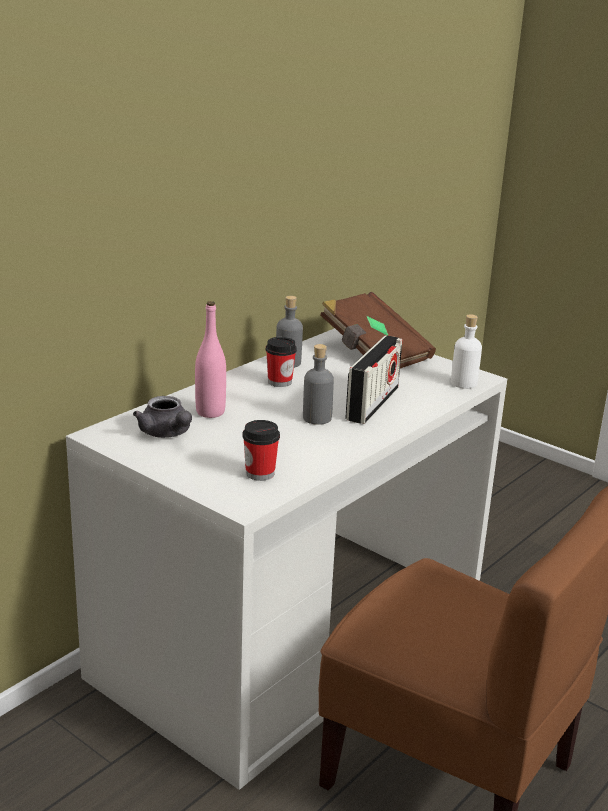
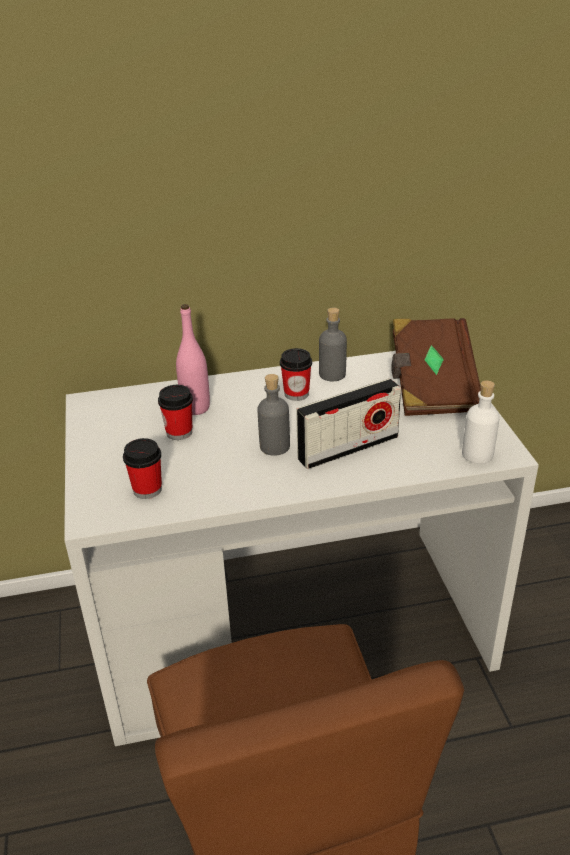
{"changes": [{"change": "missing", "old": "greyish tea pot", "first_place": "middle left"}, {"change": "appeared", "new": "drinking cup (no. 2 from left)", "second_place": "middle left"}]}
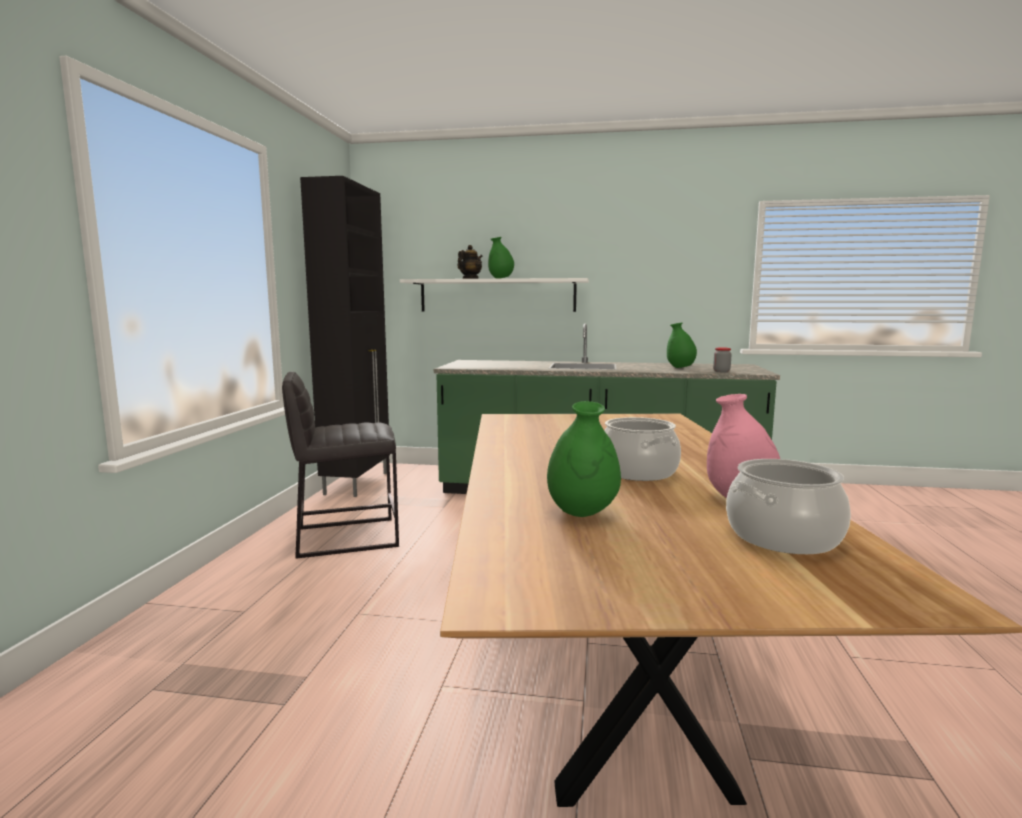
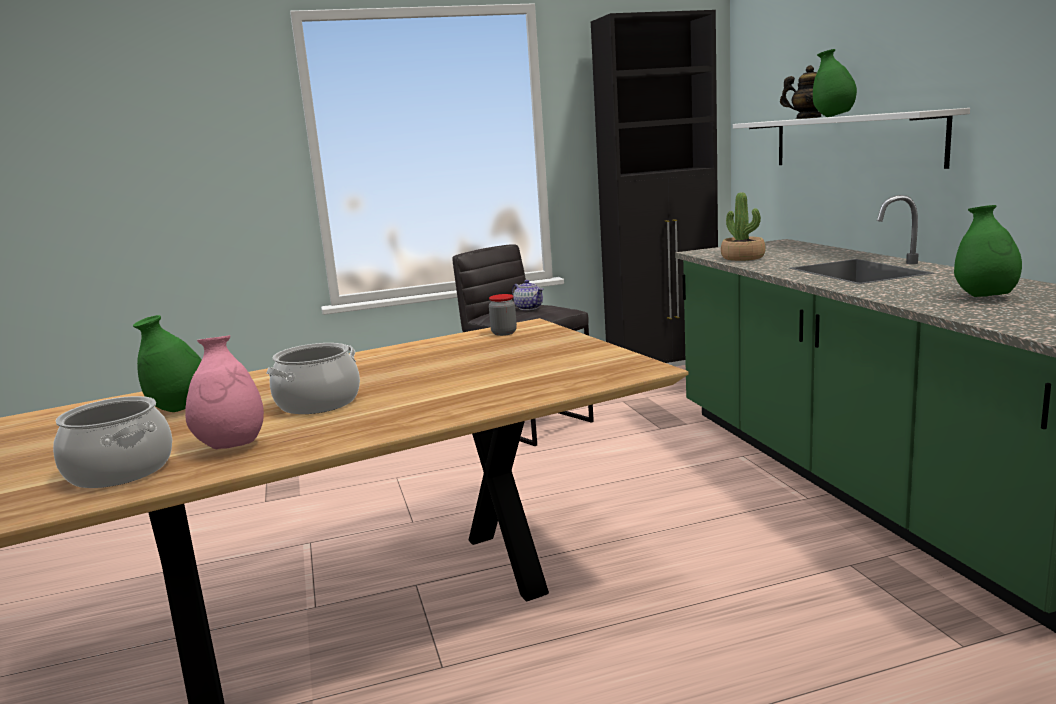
{"changes": [{"change": "appeared", "new": "tea pot (no. 1 from left)", "second_place": "centre"}, {"change": "appeared", "new": "houseplant", "second_place": "top right"}, {"change": "relocated", "old": "preserve jar", "first_place": "middle right", "second_place": "centre"}]}
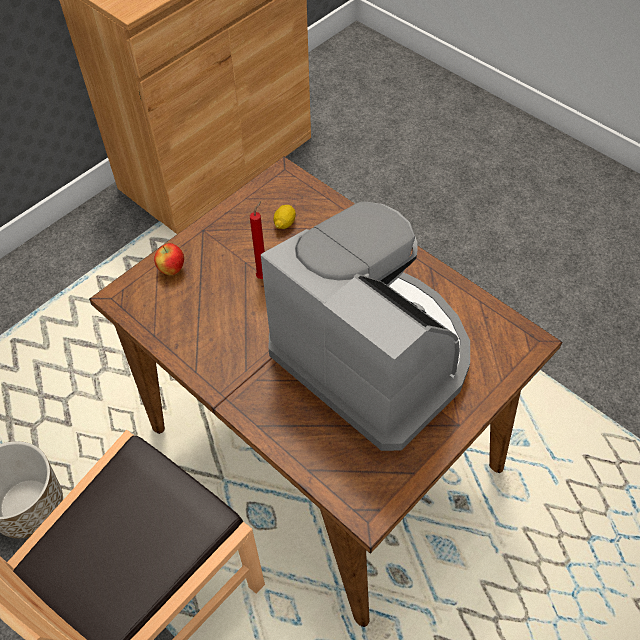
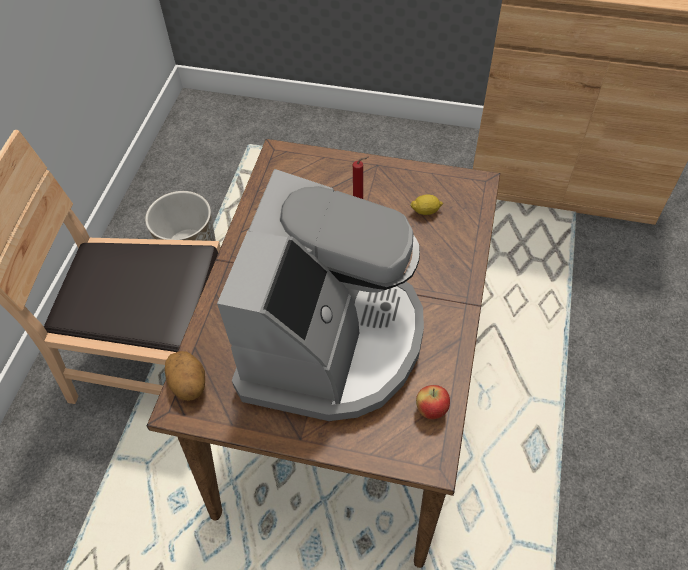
{"changes": [{"change": "appeared", "new": "potato", "second_place": "middle left"}, {"change": "relocated", "old": "apple fruit", "first_place": "middle left", "second_place": "bottom centre"}]}
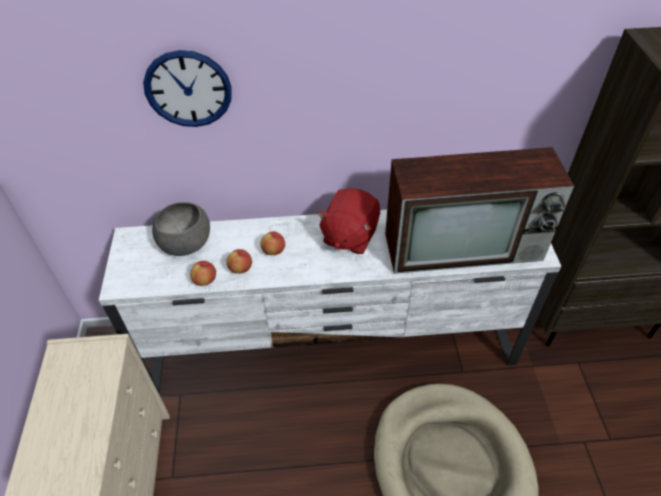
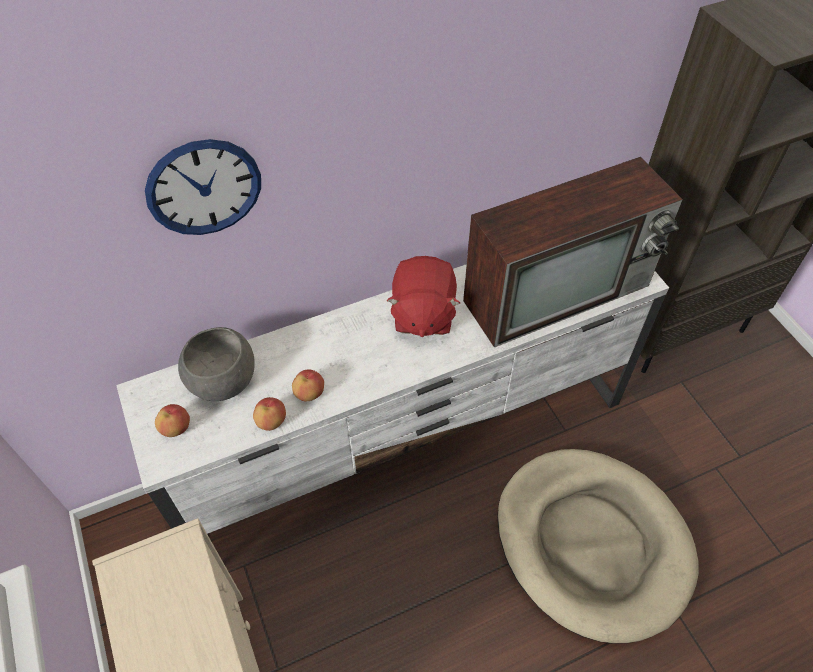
{"changes": [{"change": "relocated", "old": "apple fruit (no. 3 from left in the first image)", "new": "apple fruit (no. 1 from left)", "first_place": "centre", "second_place": "middle left"}]}
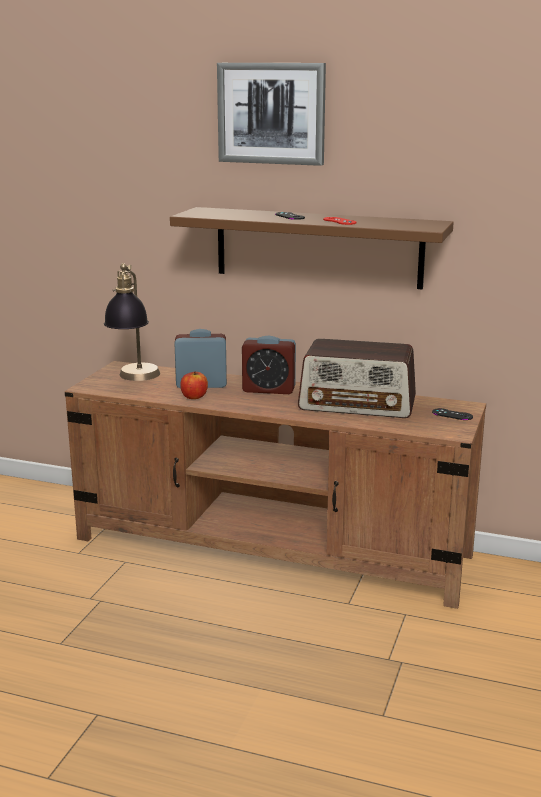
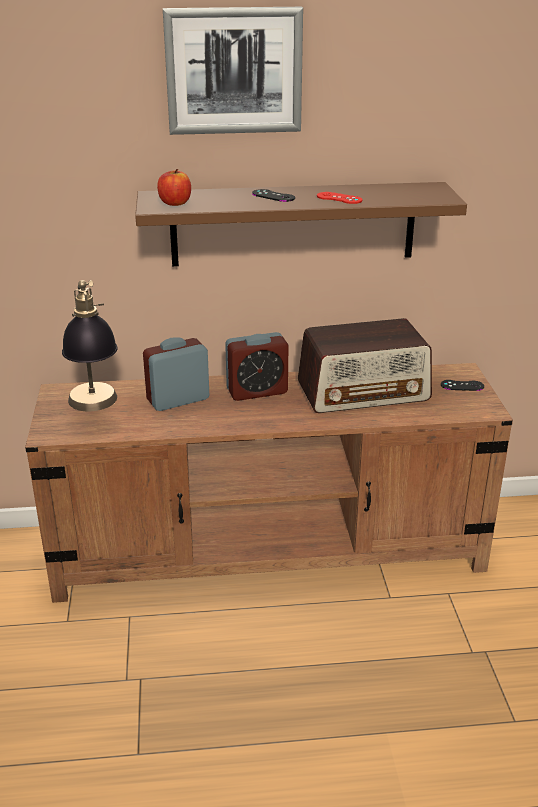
{"changes": [{"change": "relocated", "old": "apple fruit", "first_place": "centre", "second_place": "top left"}]}
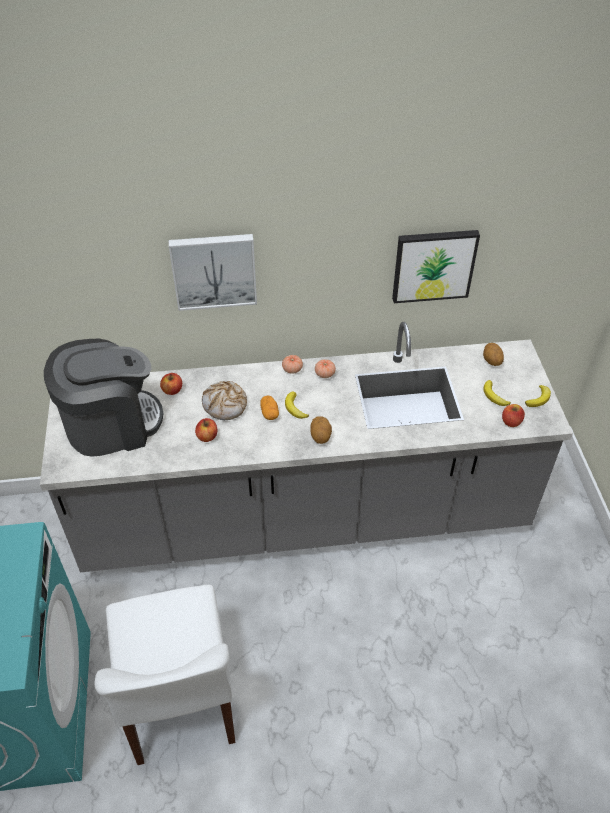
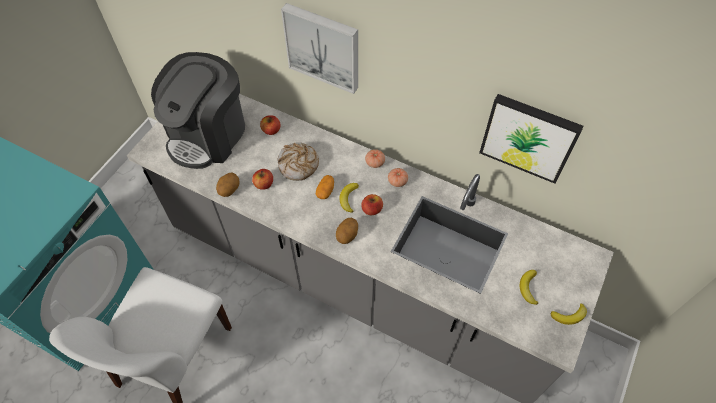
{"changes": [{"change": "relocated", "old": "potato (no. 3 from left in the first image)", "new": "potato (no. 1 from left)", "first_place": "middle right", "second_place": "middle left"}, {"change": "relocated", "old": "apple fruit (no. 3 from left)", "first_place": "middle right", "second_place": "centre"}, {"change": "spun", "old": "coffee machine", "first_place": "middle left", "second_place": "top left", "degrees": 105}]}
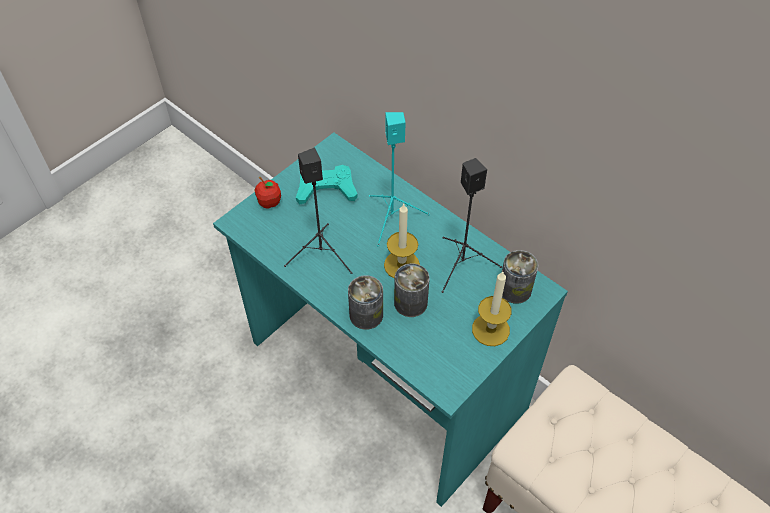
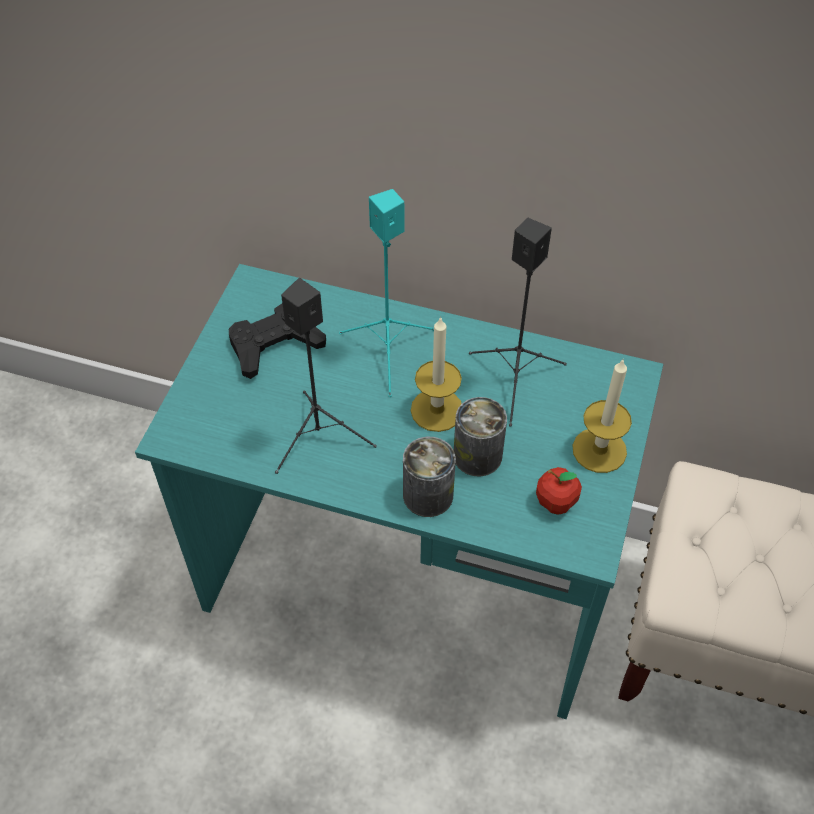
{"changes": [{"change": "missing", "old": "can (no. 3 from left)", "first_place": "middle right"}, {"change": "relocated", "old": "apple fruit", "first_place": "centre", "second_place": "middle right"}, {"change": "colour", "old": "blue-green game controller", "new": "blackish game controller", "first_place": "centre", "second_place": "centre"}]}
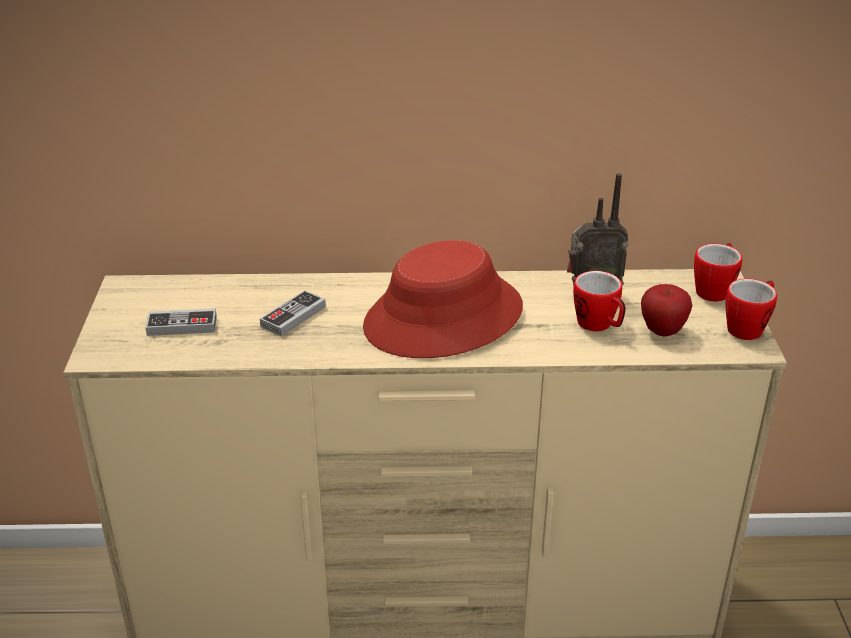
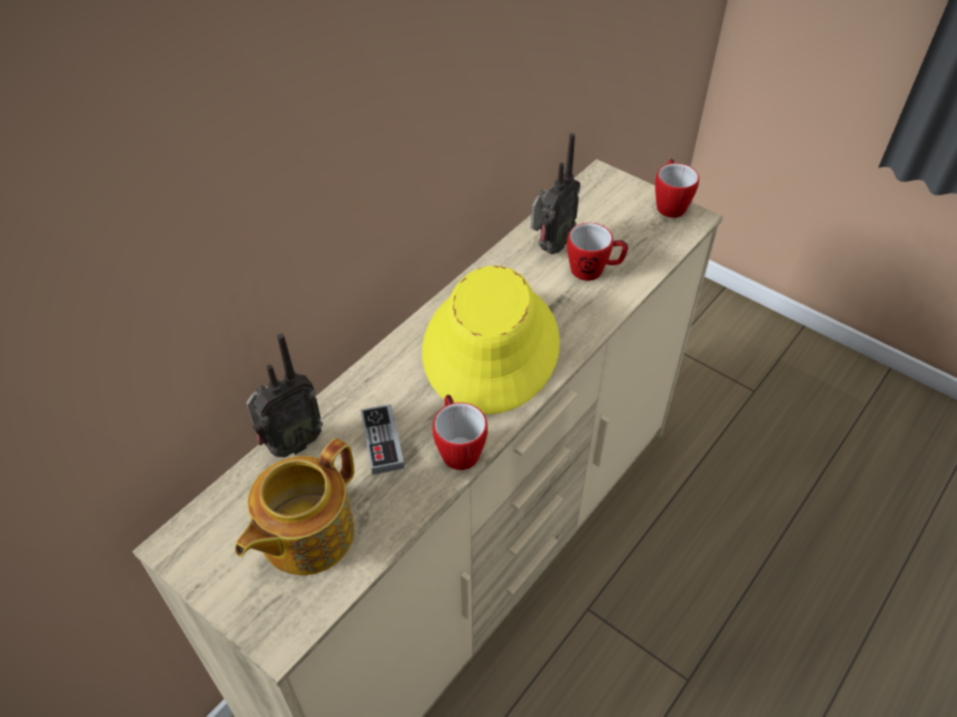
{"changes": [{"change": "missing", "old": "apple fruit", "first_place": "middle right"}, {"change": "appeared", "new": "radio set (no. 1 from left)", "second_place": "middle left"}, {"change": "relocated", "old": "mug (no. 2 from left in the first image)", "new": "mug (no. 1 from left)", "first_place": "middle right", "second_place": "centre"}, {"change": "exchanged", "old": "game controller (no. 1 from left)", "new": "tea pot", "first_place": "middle left", "second_place": "bottom left"}, {"change": "colour", "old": "red-coloured clothing hat", "new": "yellowish clothing hat", "first_place": "centre", "second_place": "centre"}]}
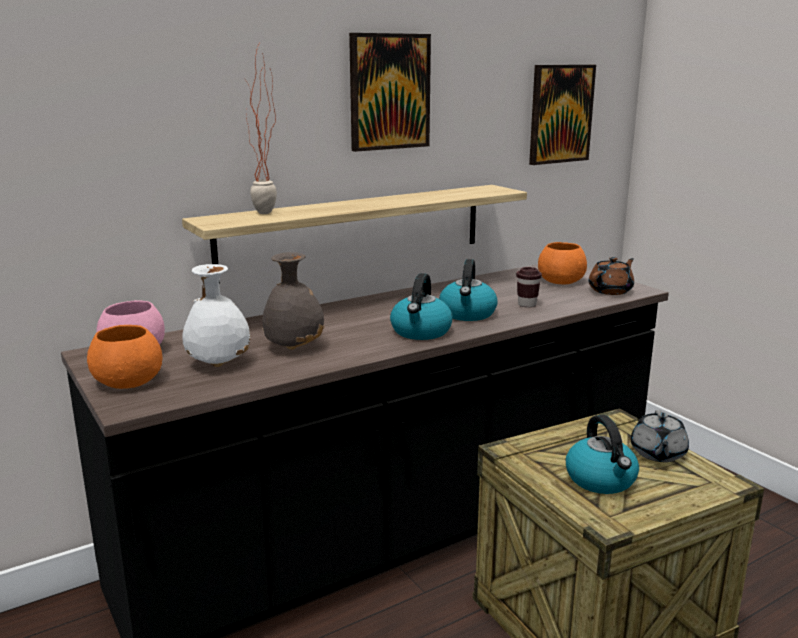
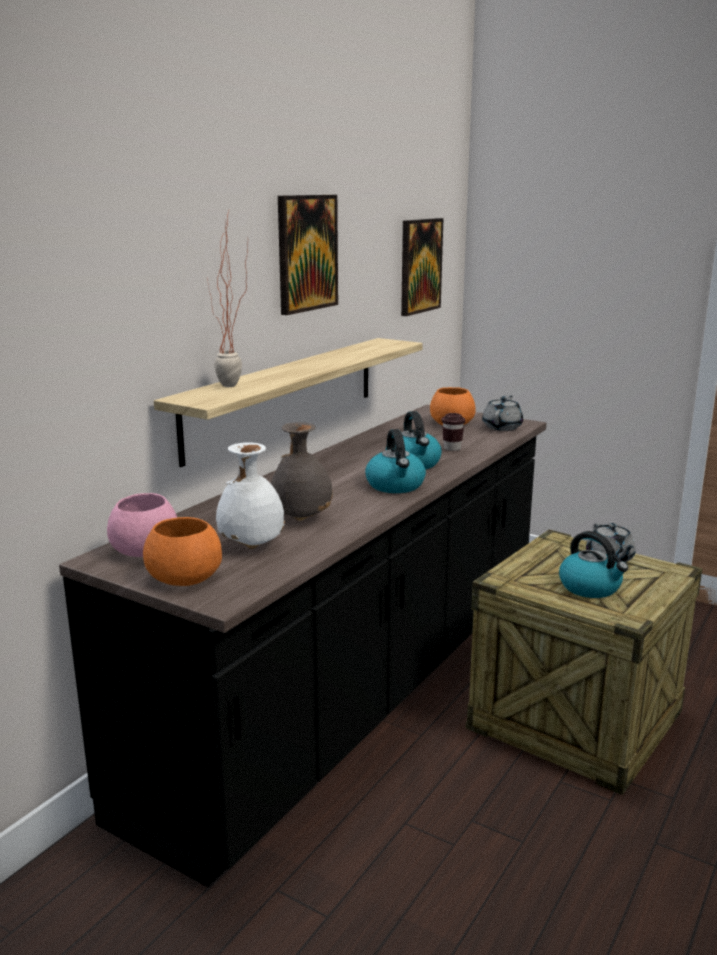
{"changes": [{"change": "colour", "old": "brownish tea pot", "new": "greyish tea pot (no. 1 from left)", "first_place": "middle right", "second_place": "middle right"}]}
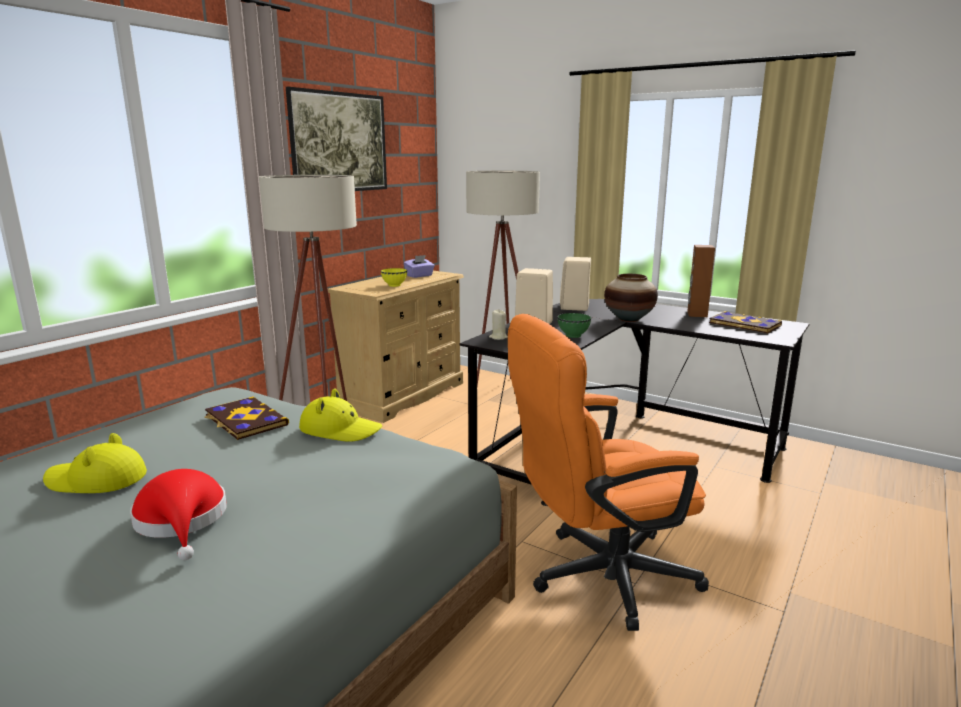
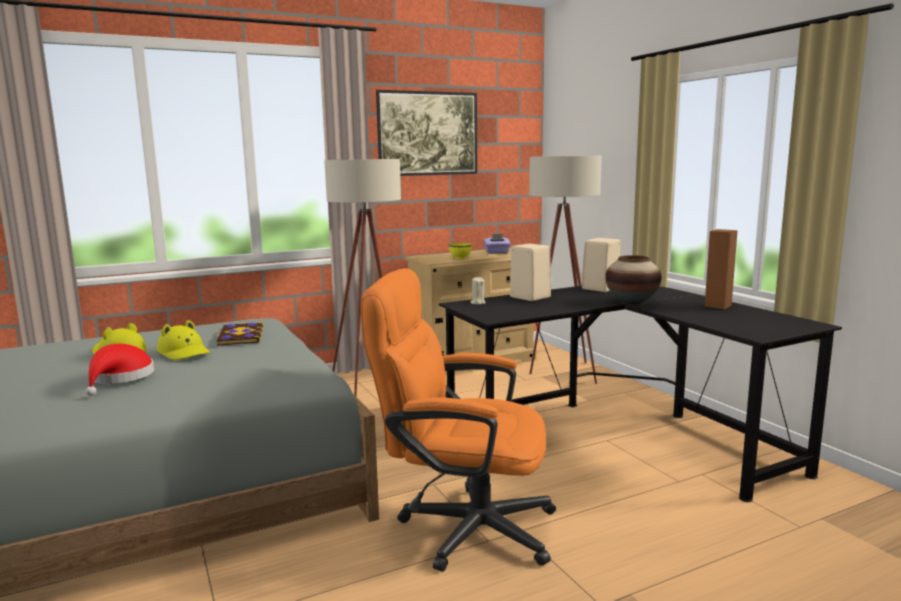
{"changes": [{"change": "missing", "old": "green-coloured bowl", "first_place": "centre"}, {"change": "missing", "old": "volume (no. 2 from left)", "first_place": "middle right"}, {"change": "relocated", "old": "yellowish clothing hat (no. 2 from left)", "first_place": "centre", "second_place": "middle left"}]}
